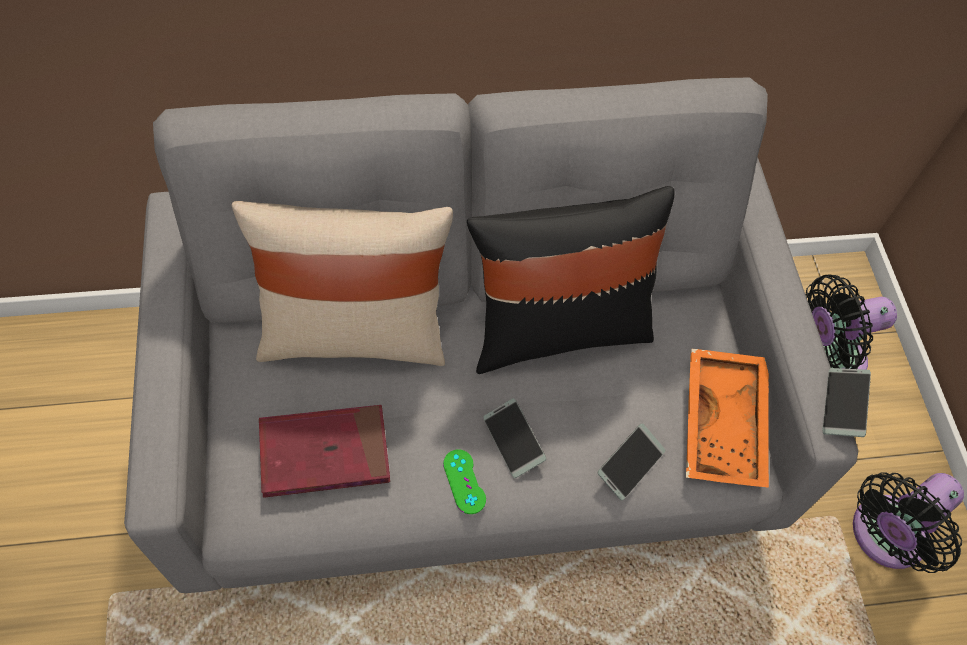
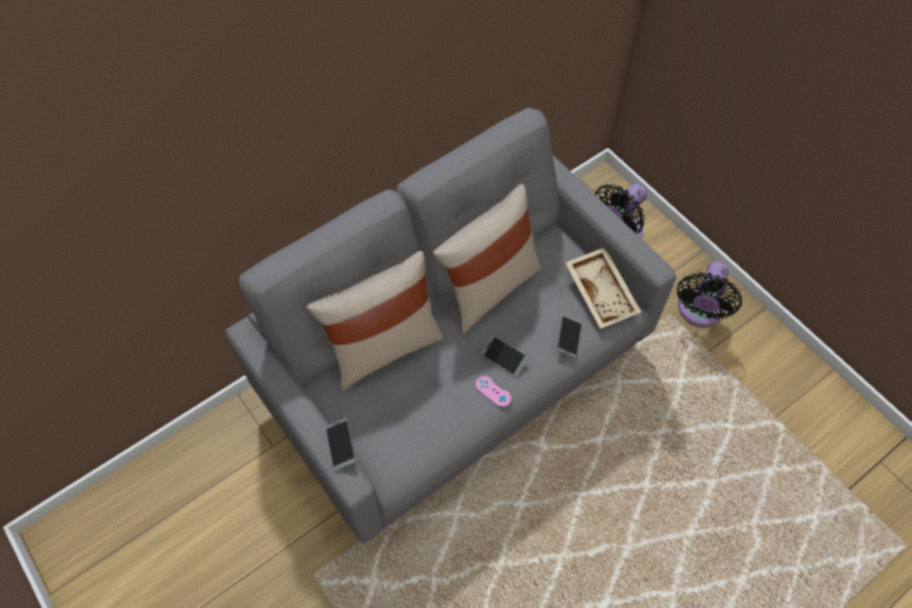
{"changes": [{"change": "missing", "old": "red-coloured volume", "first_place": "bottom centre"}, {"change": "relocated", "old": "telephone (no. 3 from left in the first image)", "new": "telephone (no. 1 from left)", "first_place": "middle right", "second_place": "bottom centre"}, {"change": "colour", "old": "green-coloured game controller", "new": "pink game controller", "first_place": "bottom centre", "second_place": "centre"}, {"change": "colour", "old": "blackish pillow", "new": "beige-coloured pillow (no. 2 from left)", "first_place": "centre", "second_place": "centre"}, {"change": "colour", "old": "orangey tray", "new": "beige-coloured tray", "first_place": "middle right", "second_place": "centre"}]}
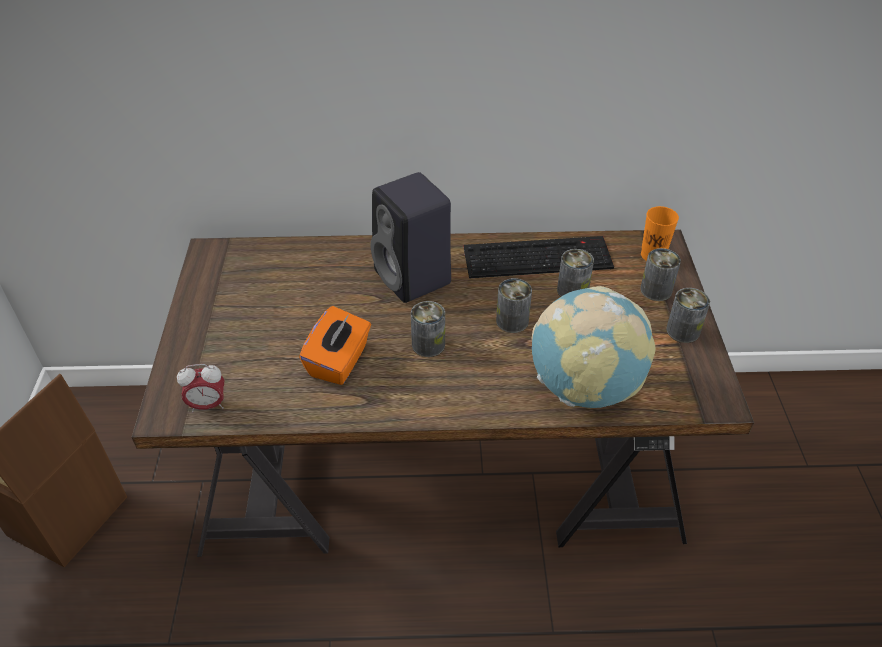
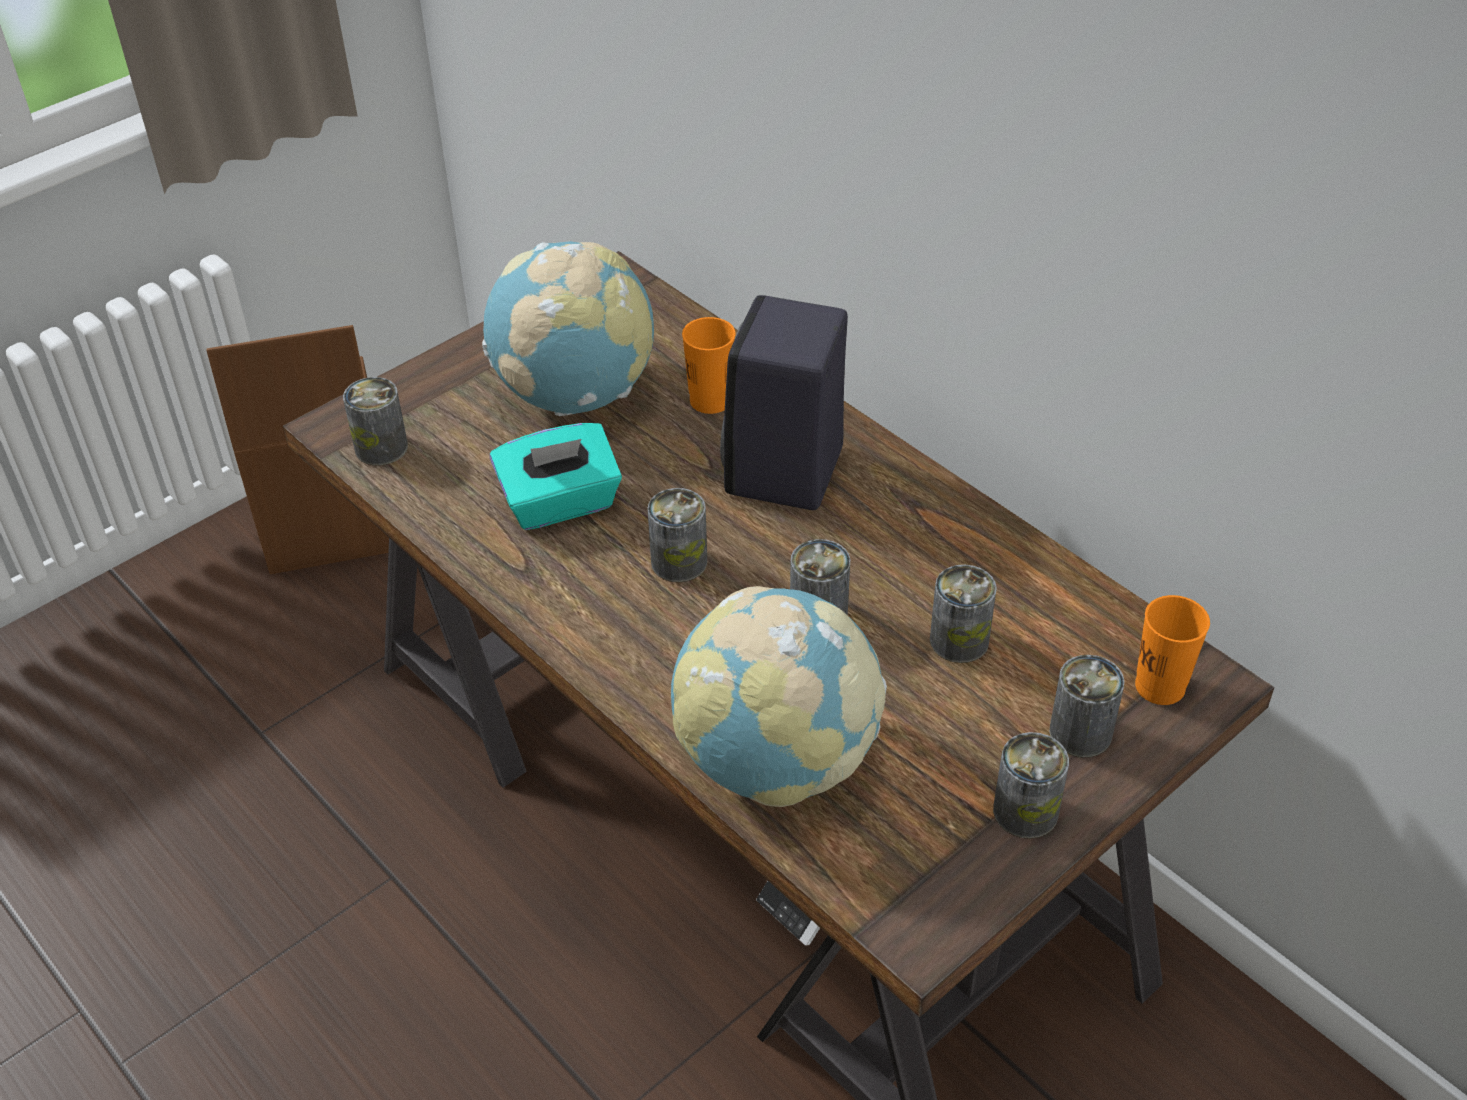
{"changes": [{"change": "missing", "old": "computer keyboard", "first_place": "centre"}, {"change": "appeared", "new": "world globe (no. 1 from left)", "second_place": "top centre"}, {"change": "appeared", "new": "orangey drinking cup (no. 1 from left)", "second_place": "top centre"}, {"change": "exchanged", "old": "table clock", "new": "can (no. 1 from left)", "first_place": "middle left", "second_place": "middle left"}, {"change": "colour", "old": "orangey box of tissues", "new": "blue-green box of tissues", "first_place": "centre", "second_place": "centre"}]}
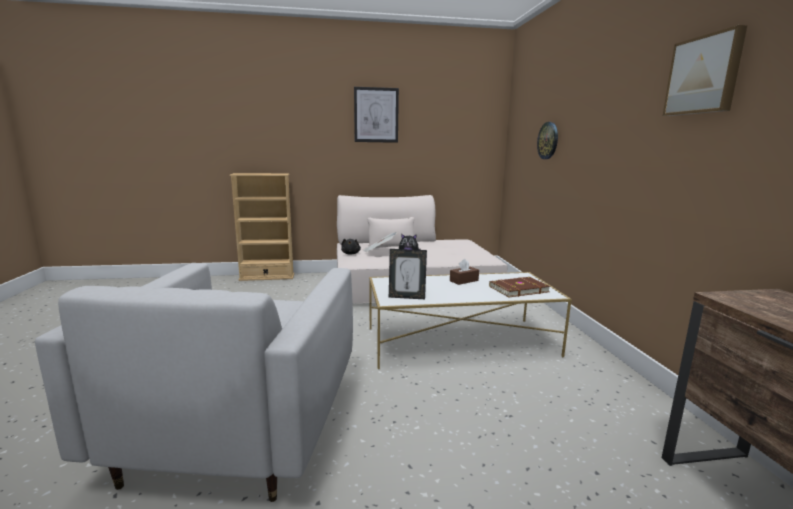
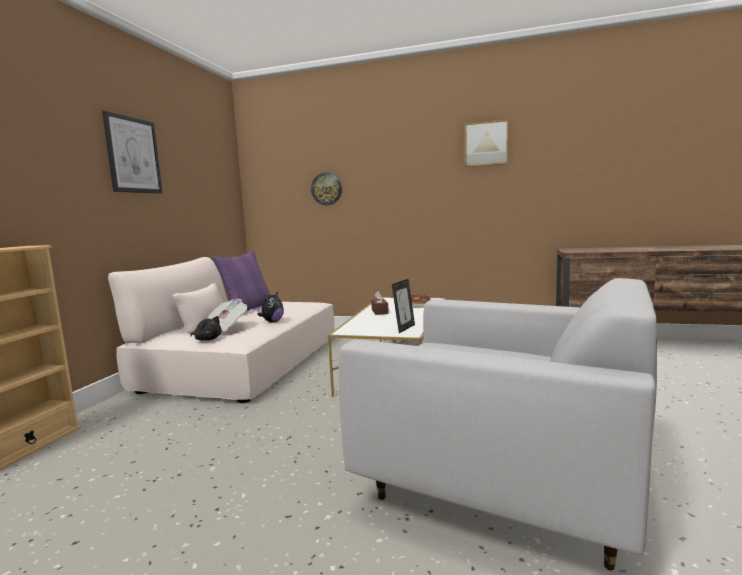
{"changes": [{"change": "appeared", "new": "purple pillow", "second_place": "middle left"}]}
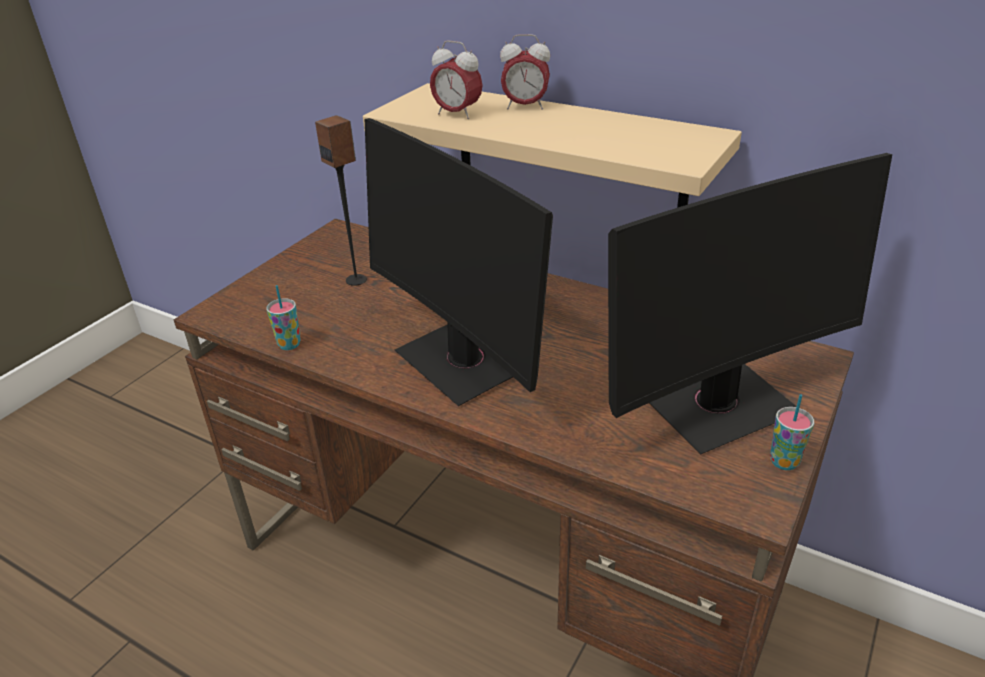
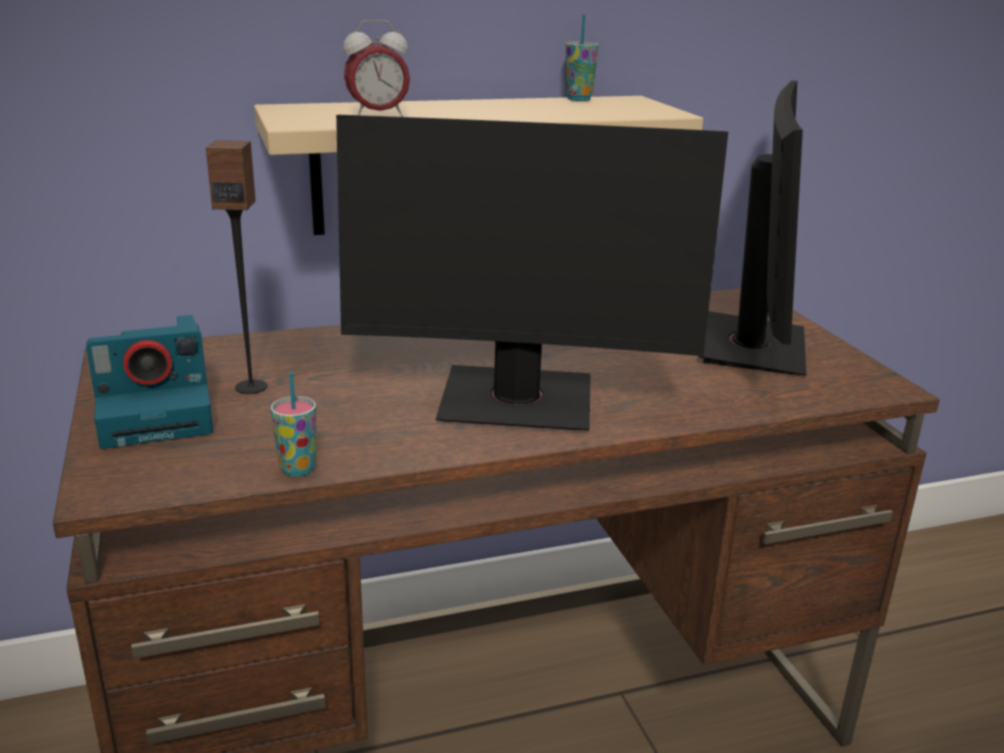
{"changes": [{"change": "missing", "old": "table clock (no. 2 from left)", "first_place": "top centre"}, {"change": "appeared", "new": "still camera", "second_place": "middle left"}, {"change": "relocated", "old": "drinking cup (no. 2 from left)", "first_place": "middle right", "second_place": "top centre"}]}
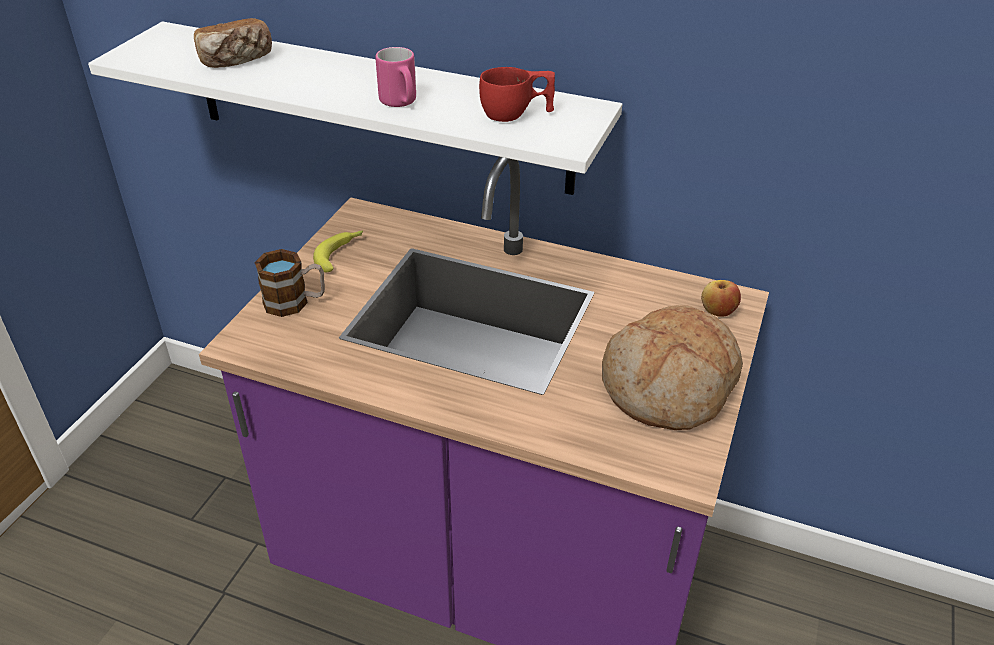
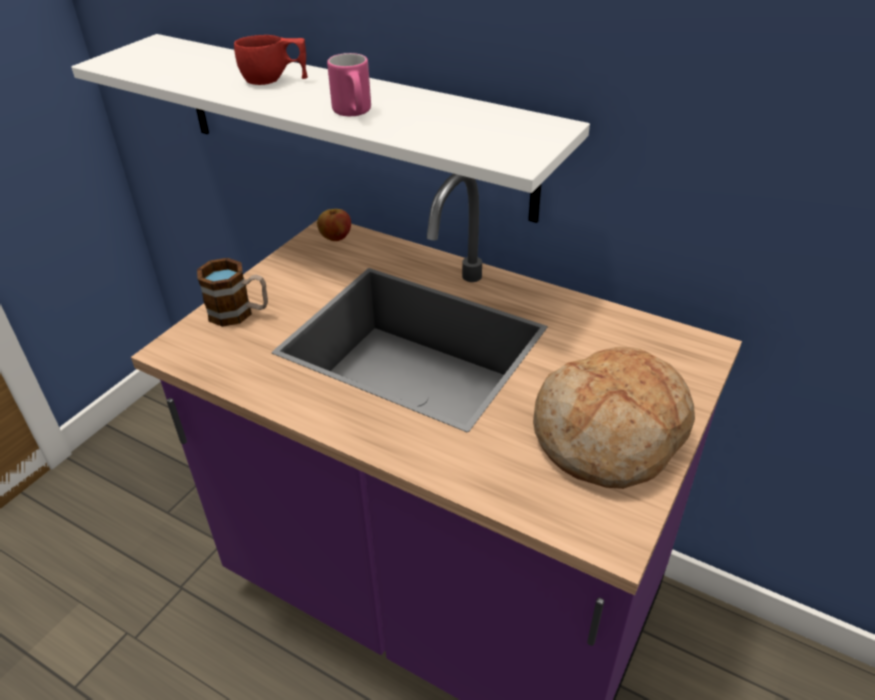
{"changes": [{"change": "missing", "old": "bakery bread (no. 1 from left)", "first_place": "top left"}, {"change": "missing", "old": "banana fruit", "first_place": "centre"}, {"change": "relocated", "old": "red-coloured drinking cup", "first_place": "top centre", "second_place": "top left"}, {"change": "relocated", "old": "apple fruit", "first_place": "middle right", "second_place": "top centre"}]}
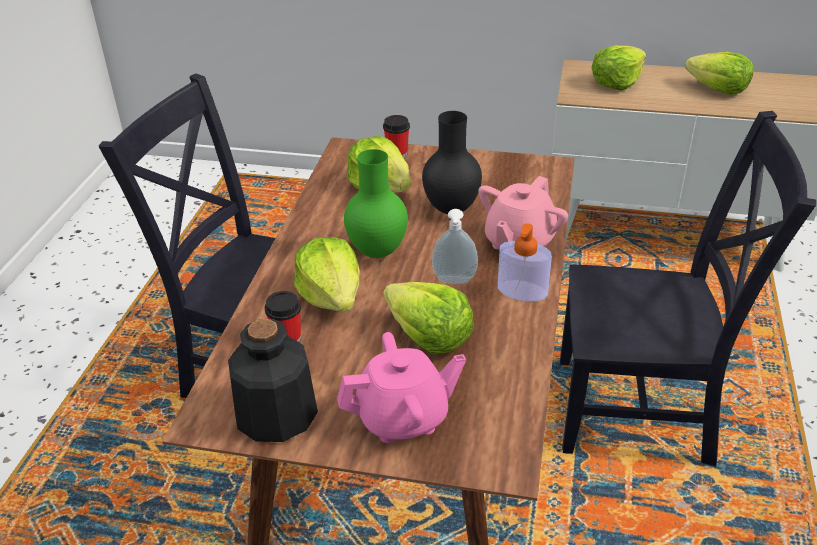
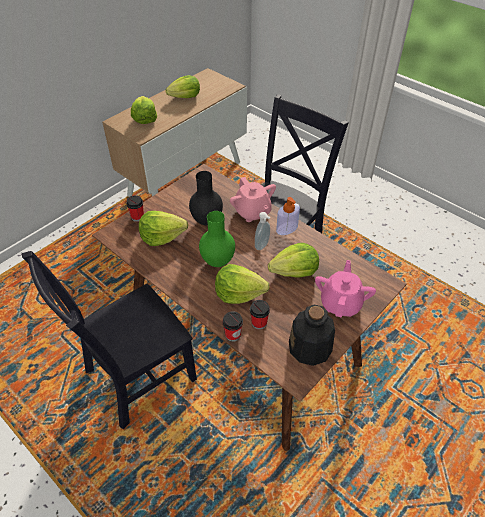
{"changes": [{"change": "appeared", "new": "drinking cup (no. 2 from left)", "second_place": "centre"}]}
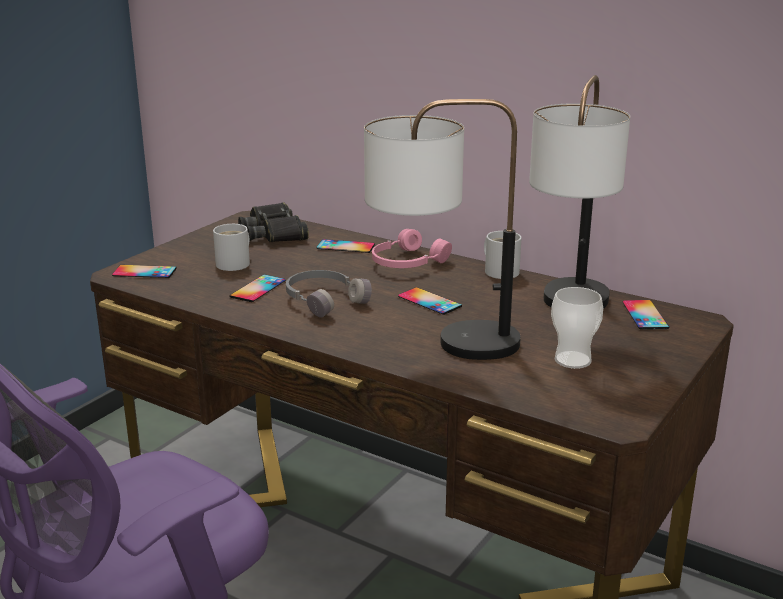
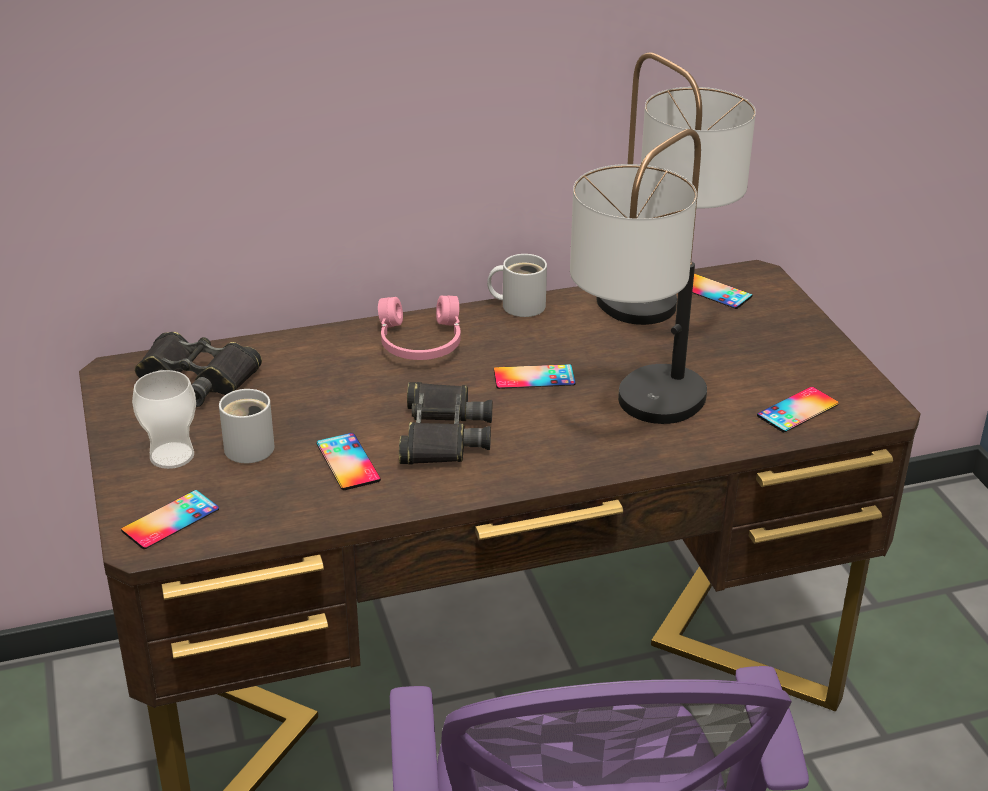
{"changes": [{"change": "relocated", "old": "telephone (no. 3 from left in the first image)", "new": "telephone (no. 5 from left)", "first_place": "centre", "second_place": "middle right"}, {"change": "relocated", "old": "drinking cup", "first_place": "middle right", "second_place": "middle left"}, {"change": "exchanged", "old": "greyish headset", "new": "blackish field glasses (no. 2 from left)", "first_place": "centre", "second_place": "centre"}]}
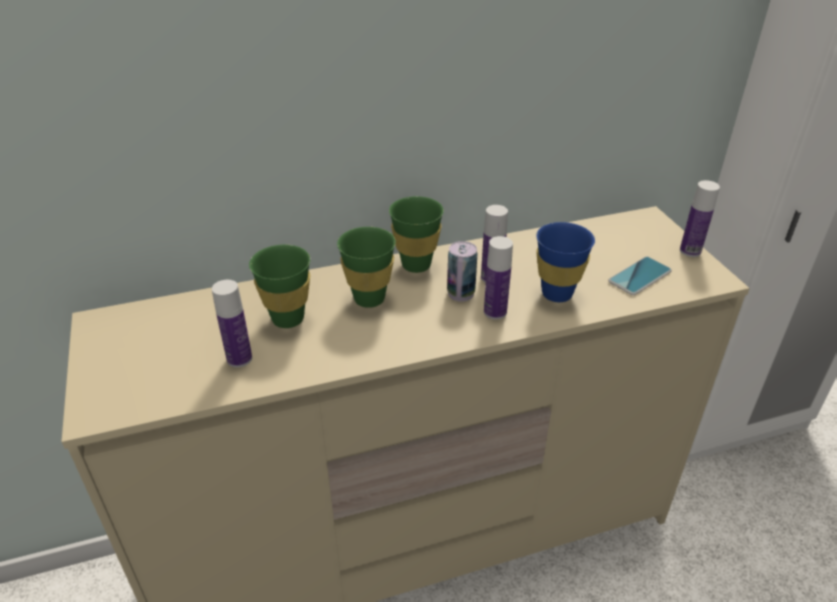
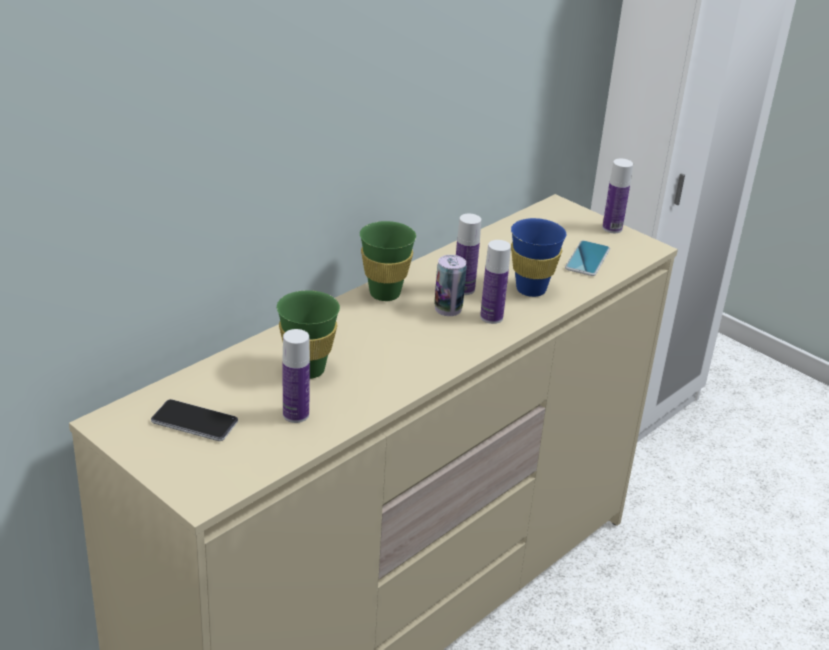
{"changes": [{"change": "missing", "old": "green-coloured drinking cup (no. 2 from left)", "first_place": "centre"}, {"change": "appeared", "new": "telephone (no. 1 from left)", "second_place": "middle left"}]}
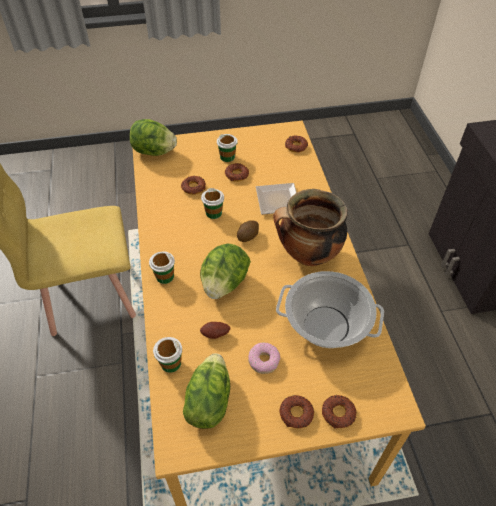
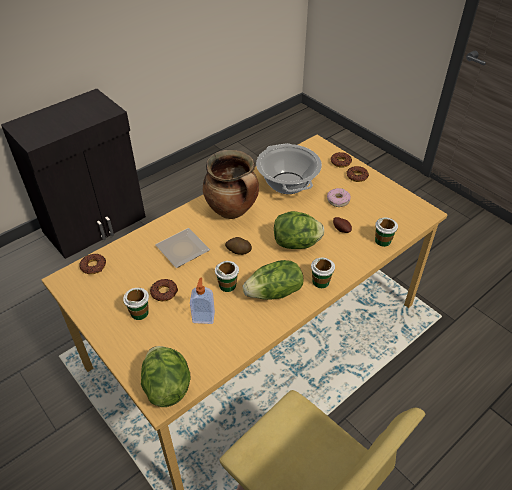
{"changes": [{"change": "relocated", "old": "lettuce (no. 2 from left)", "first_place": "bottom centre", "second_place": "centre"}, {"change": "exchanged", "old": "donut (no. 1 from left)", "new": "liquid soap bottle", "first_place": "centre", "second_place": "centre"}]}
